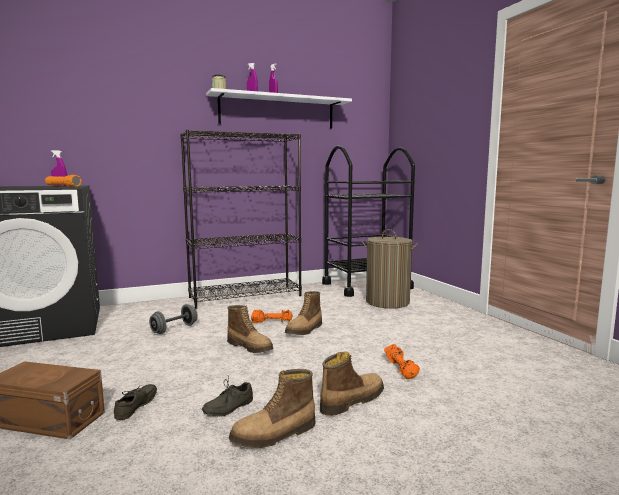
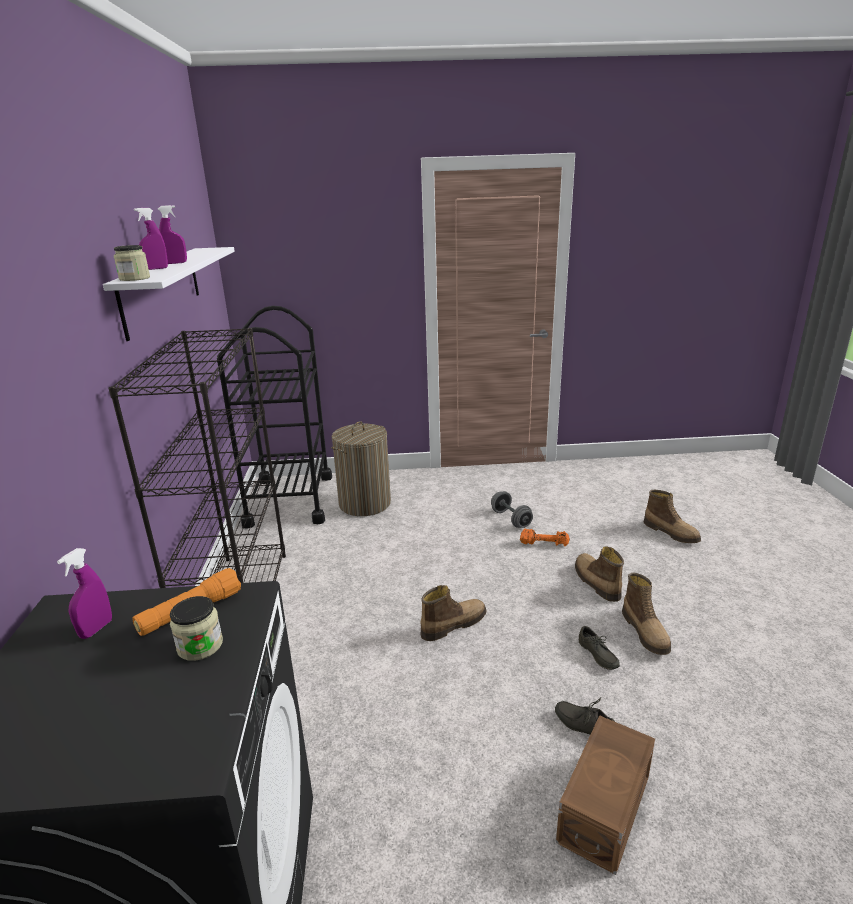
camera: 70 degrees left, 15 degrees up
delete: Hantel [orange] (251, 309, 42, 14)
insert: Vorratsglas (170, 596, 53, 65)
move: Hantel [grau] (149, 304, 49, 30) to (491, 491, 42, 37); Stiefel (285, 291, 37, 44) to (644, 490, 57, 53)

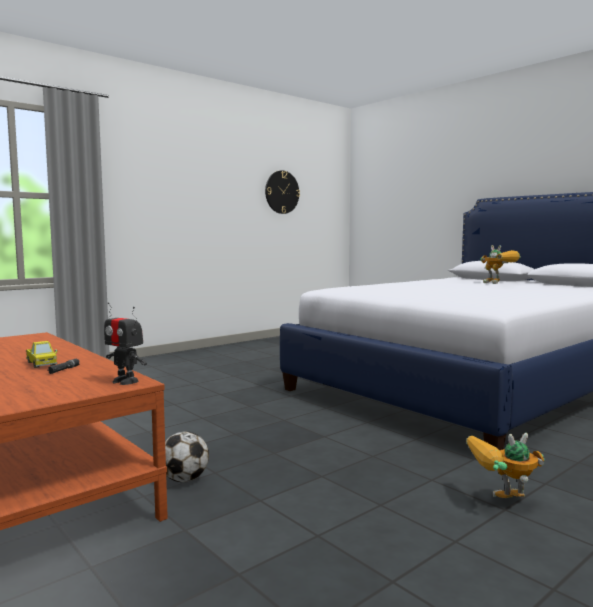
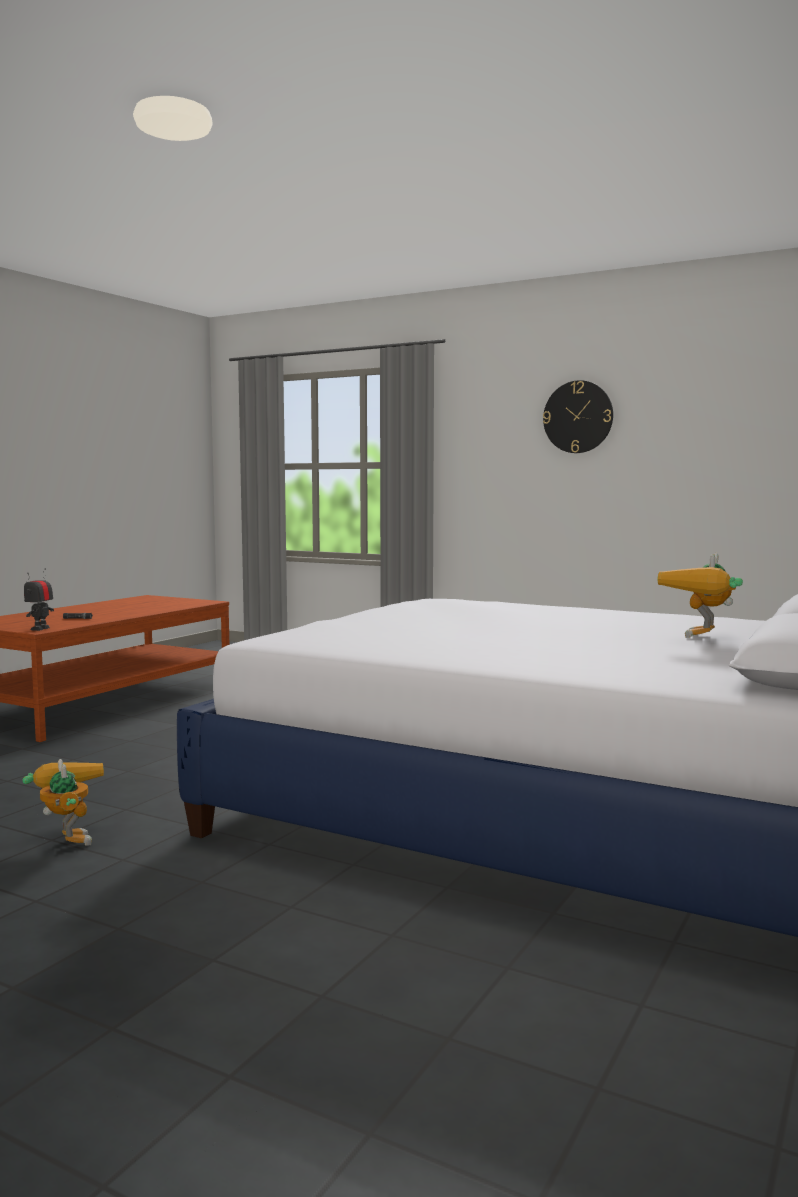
camera: 70 degrees right, 0 degrees up
delete: Spielzeuglaster (26, 341, 32, 27); Fußball (165, 431, 44, 51)
move: Wanduhr (265, 171, 35, 43) to (543, 380, 70, 73)

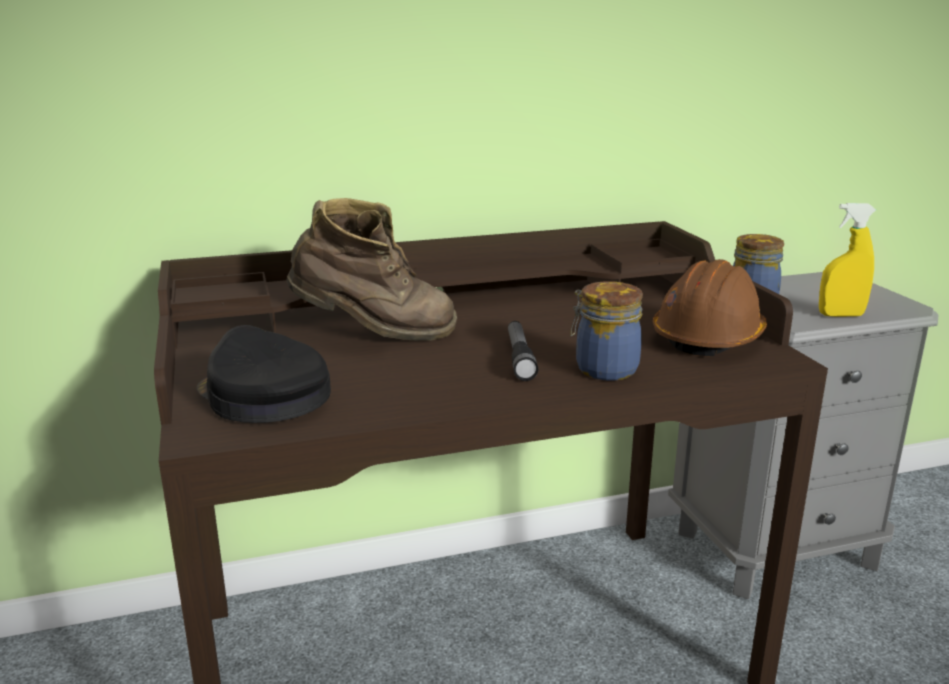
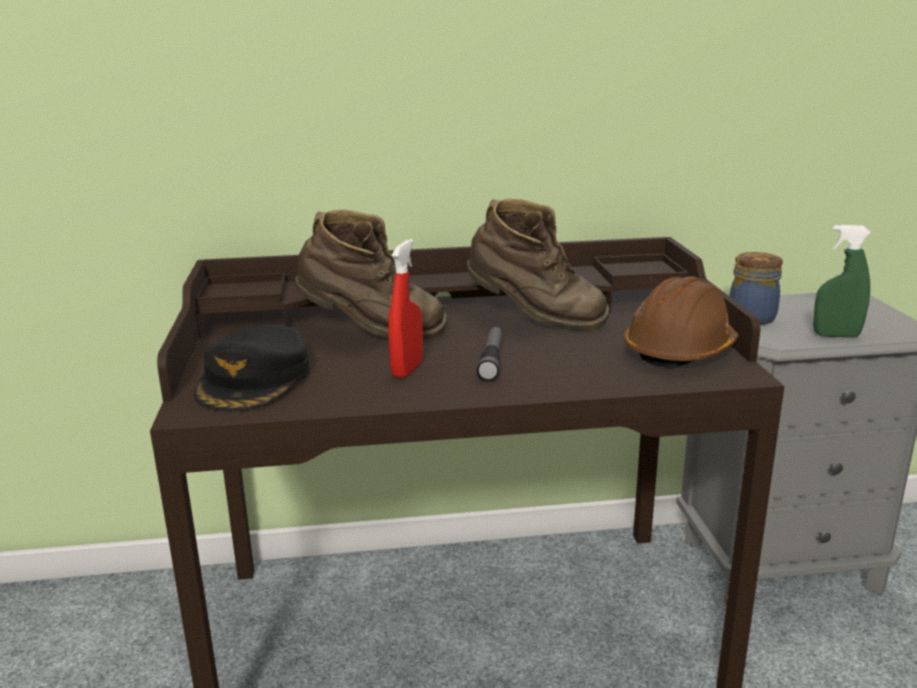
camera: 10 degrees right, 0 degrees up
delete: Vorratsglas (570, 281, 73, 99)
insert: Sprühflasche [rot] (388, 239, 35, 139); Stiefel [braun] (467, 199, 142, 132)
recolor: Sprühflasche [gelb] (819, 203, 57, 114) to Sprühflasche [grün] (813, 225, 58, 112)
rotate: Kappe [schwarz] (196, 325, 135, 98) = (194, 325, 116, 87) 135 degrees counterclockwise

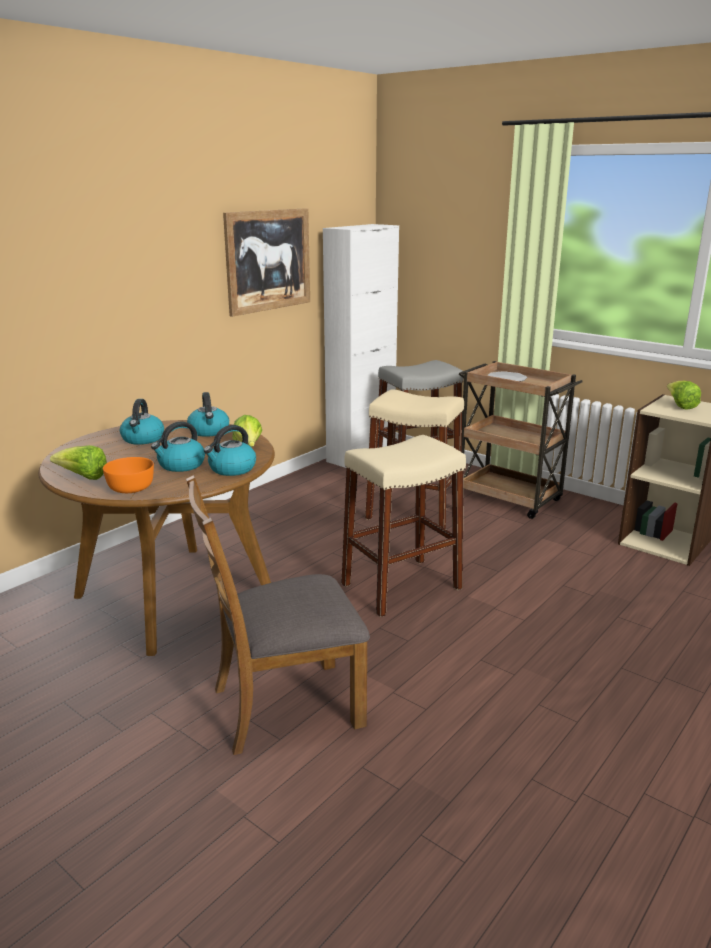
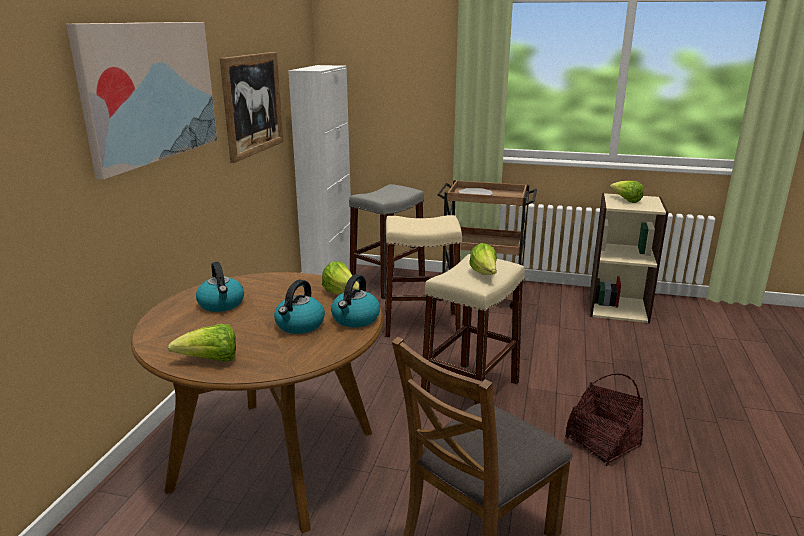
camera: 25 degrees left, 0 degrees up
delete: Schüssel [orange] (103, 457, 51, 36); Wasserkessel (187, 392, 42, 45)
insert: Bild (66, 22, 151, 158); Salatkopf (469, 243, 28, 32); Korb (565, 374, 79, 92)

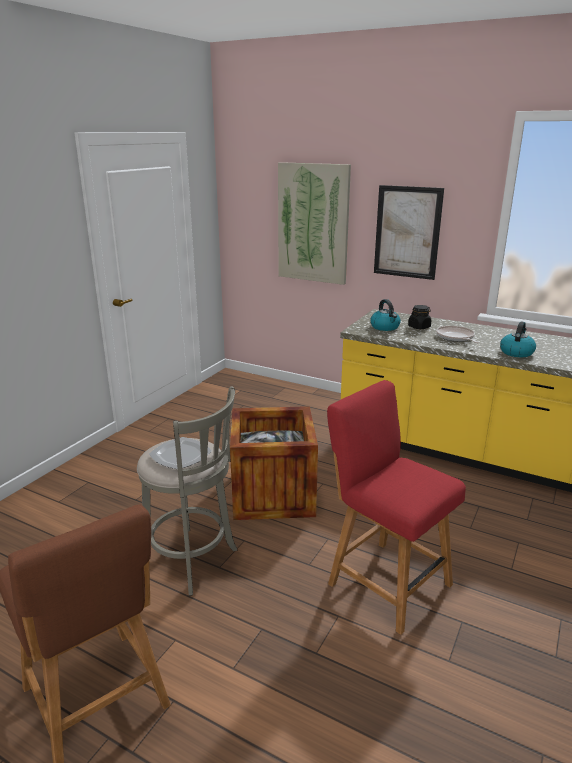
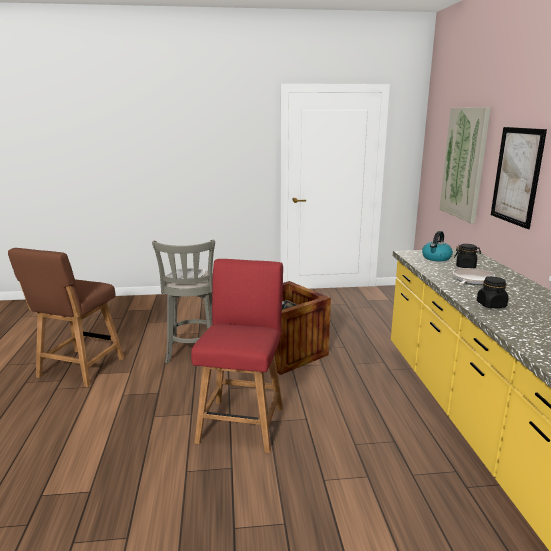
camera: 55 degrees right, 5 degrees down
replace: Wasserkessel (500, 321, 36, 36) to Vorratsglas [schwarz] (477, 276, 31, 32)

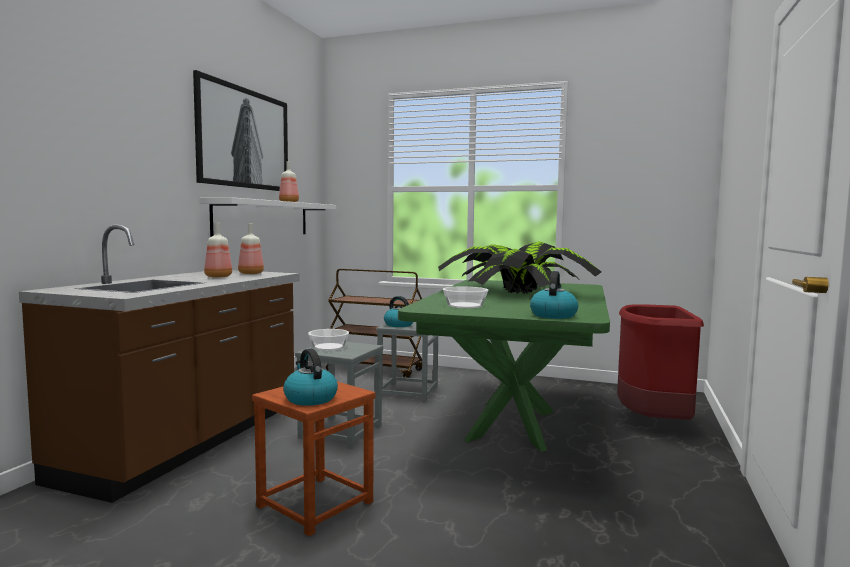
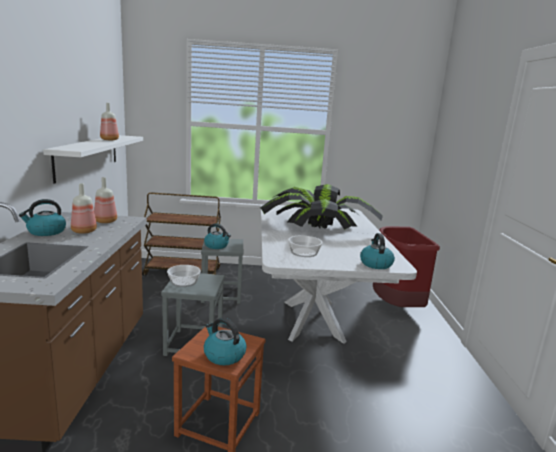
camera: 20 degrees left, 10 degrees up
delete: Bild (193, 70, 95, 121)
insert: Wasserkessel (19, 199, 47, 37)
recolor: Esstisch [grün] (398, 280, 212, 172) to Esstisch [weiß] (261, 205, 156, 139)

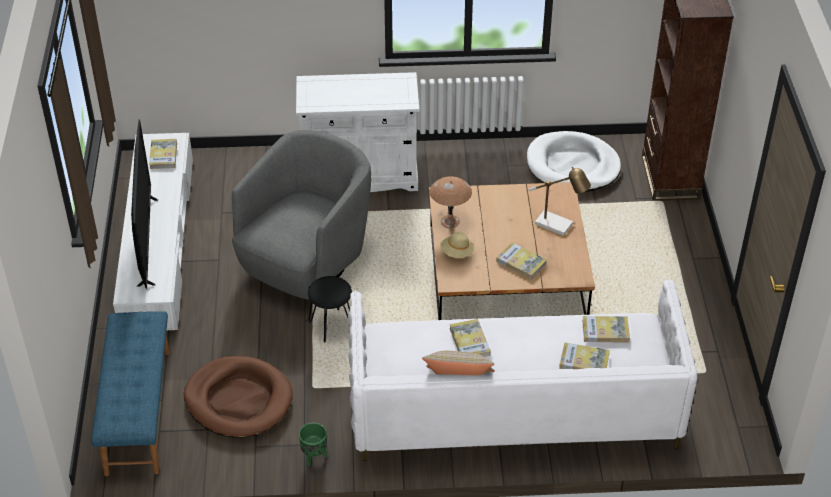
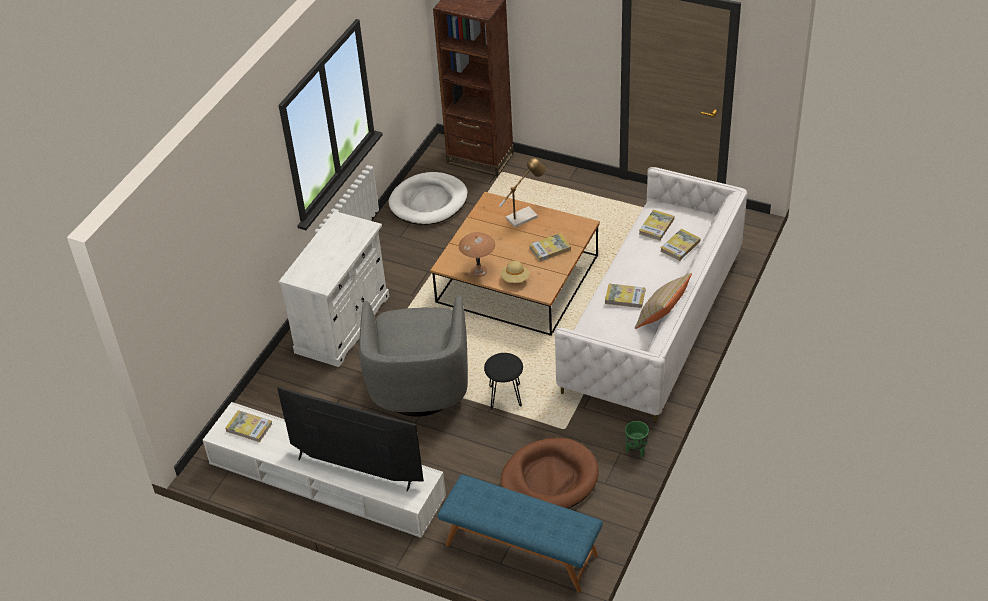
camera: 60 degrees left, 0 degrees up
rotate: Sessel [grau] (232, 130, 139, 170) = (359, 296, 109, 121) 150 degrees counterclockwise

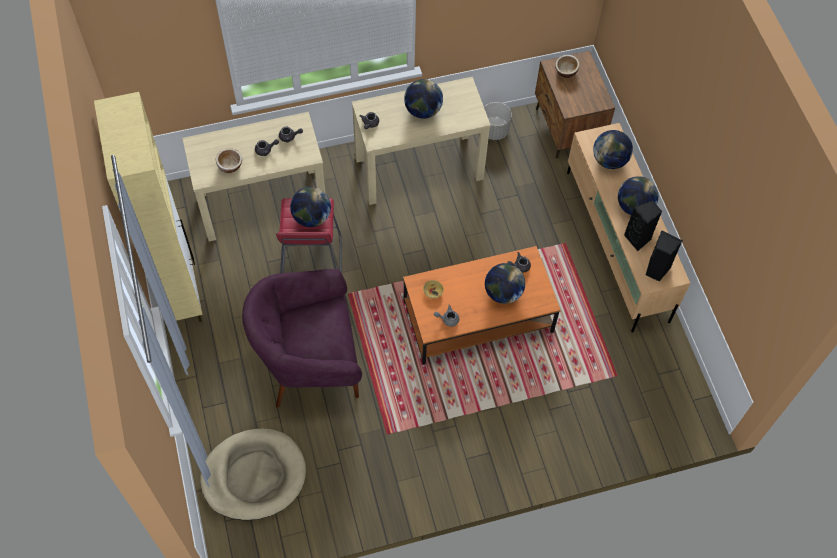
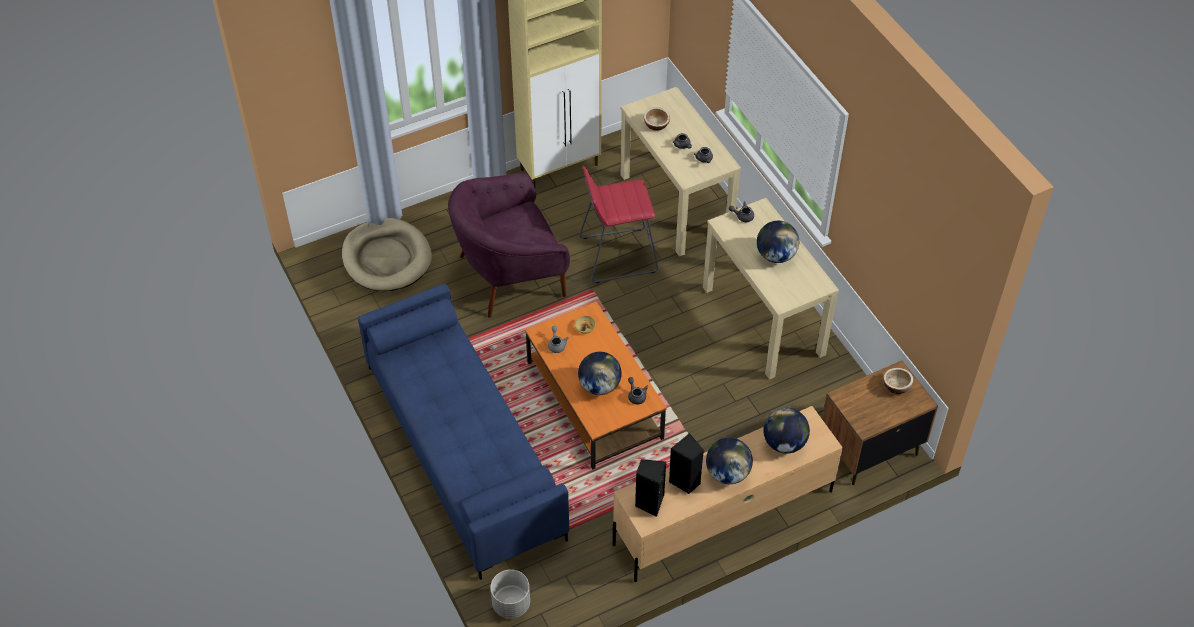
camera: 80 degrees right, 10 degrees down
delete: Globus (290, 187, 41, 40)
insert: Sofa [blau] (358, 284, 211, 296)
move: Pflanzkübel [grau] (484, 102, 28, 38) to (491, 570, 39, 49)
rotate: Sessel [lila] (242, 269, 120, 139) = (448, 173, 122, 145) 90 degrees counterclockwise

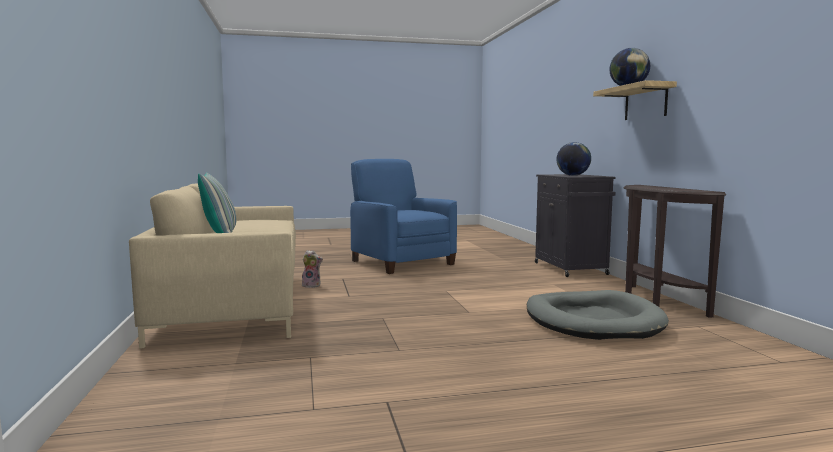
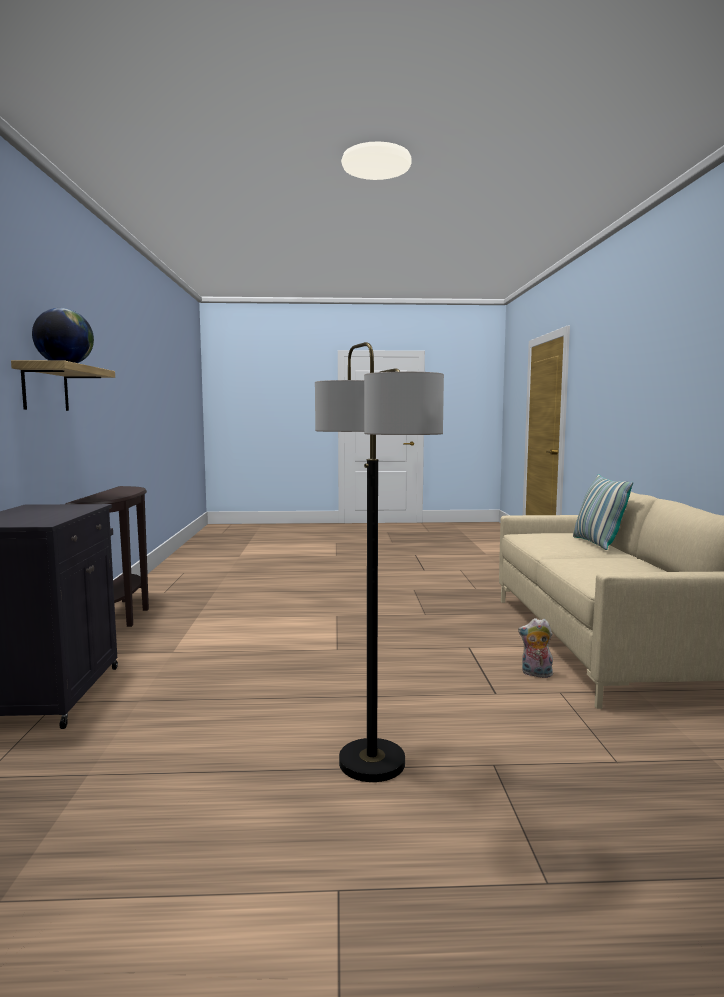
camera: 170 degrees left, 0 degrees up
delete: Hundebett [grau] (527, 290, 142, 50); Globus (557, 142, 34, 34)
replace: Sessel [blau] (350, 159, 107, 115) to Stehlampe (315, 342, 129, 440)

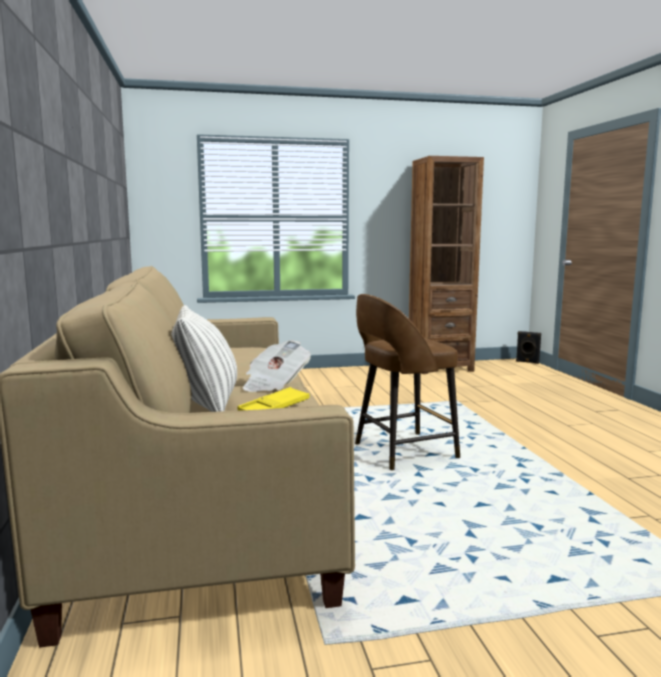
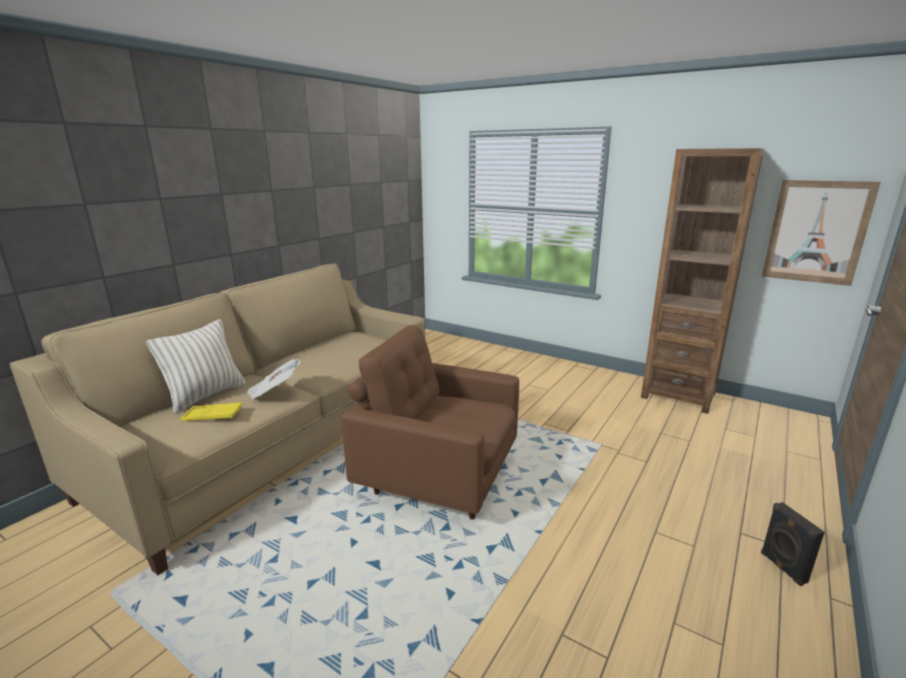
camera: 45 degrees right, 10 degrees up
insert: Bild (762, 180, 119, 106)
move: Lautsprecher [schwarz] (516, 331, 25, 33) to (761, 502, 64, 84)
replace: Hocker [braun] (355, 294, 105, 176) to Sessel [braun] (341, 325, 178, 195)

